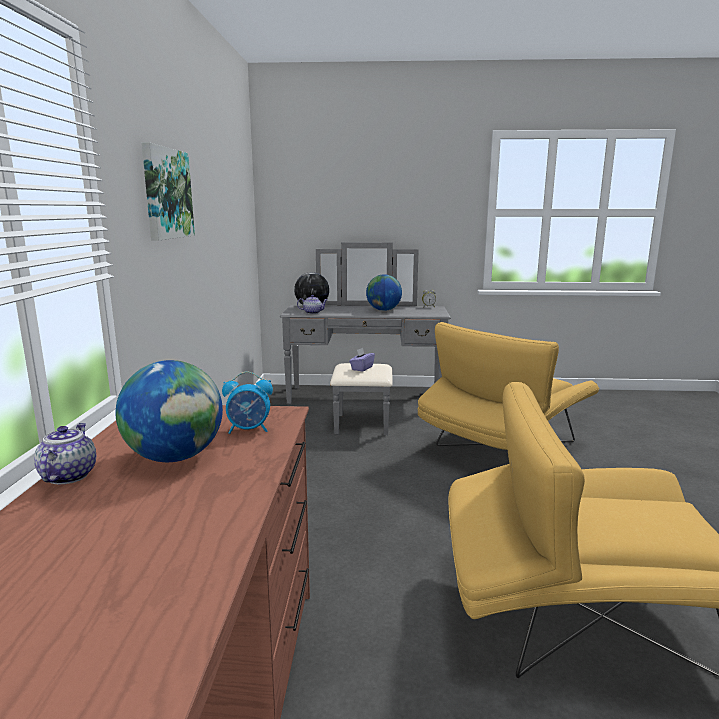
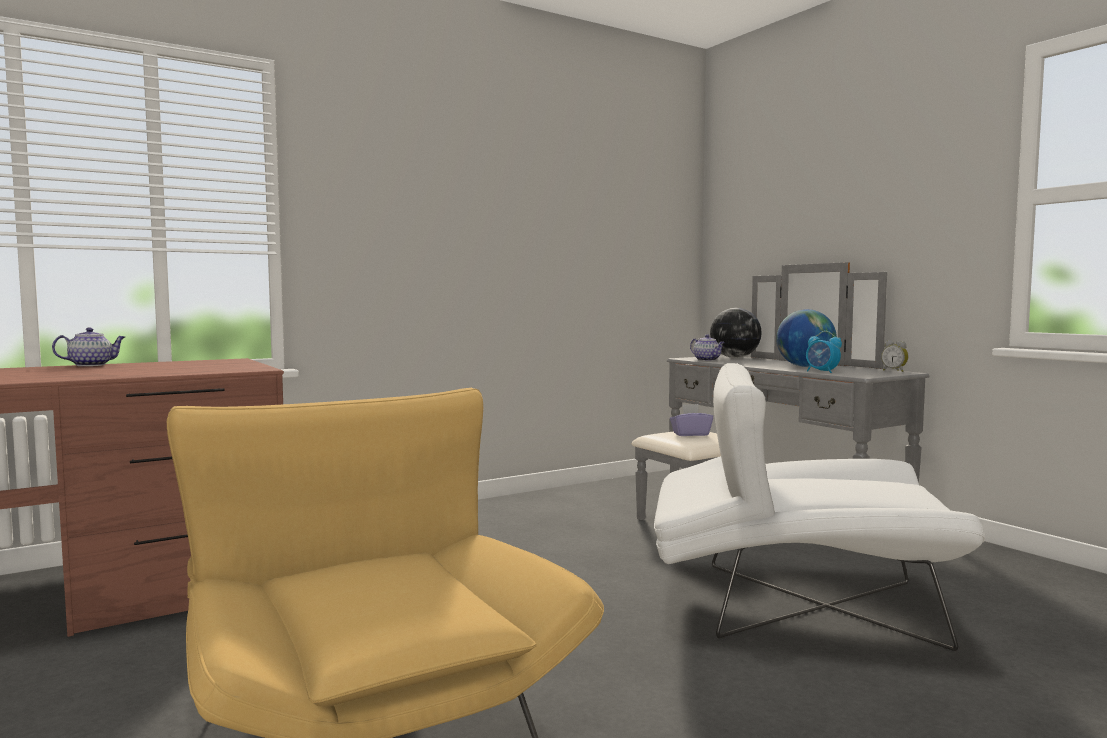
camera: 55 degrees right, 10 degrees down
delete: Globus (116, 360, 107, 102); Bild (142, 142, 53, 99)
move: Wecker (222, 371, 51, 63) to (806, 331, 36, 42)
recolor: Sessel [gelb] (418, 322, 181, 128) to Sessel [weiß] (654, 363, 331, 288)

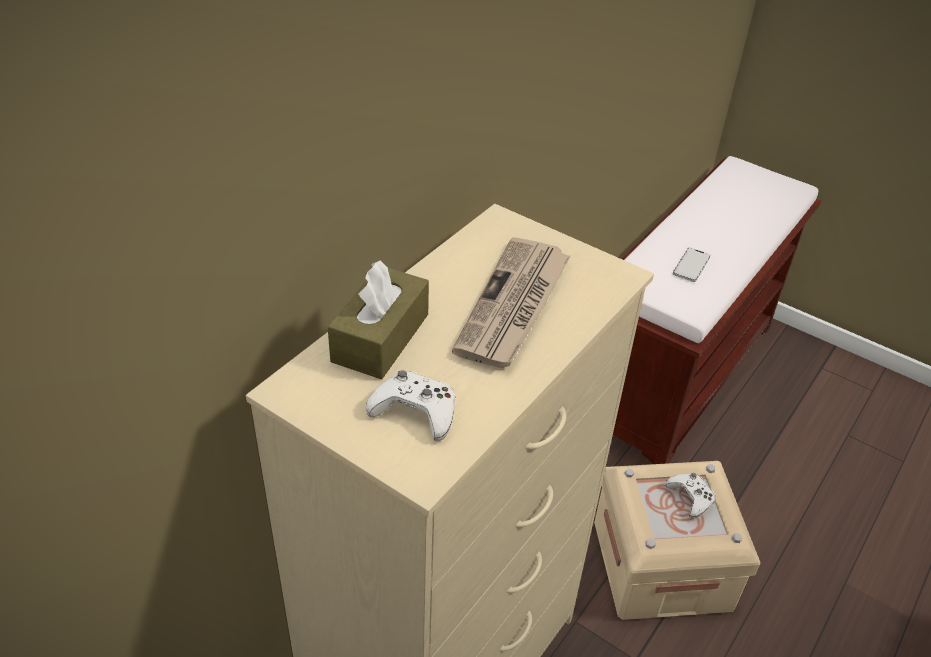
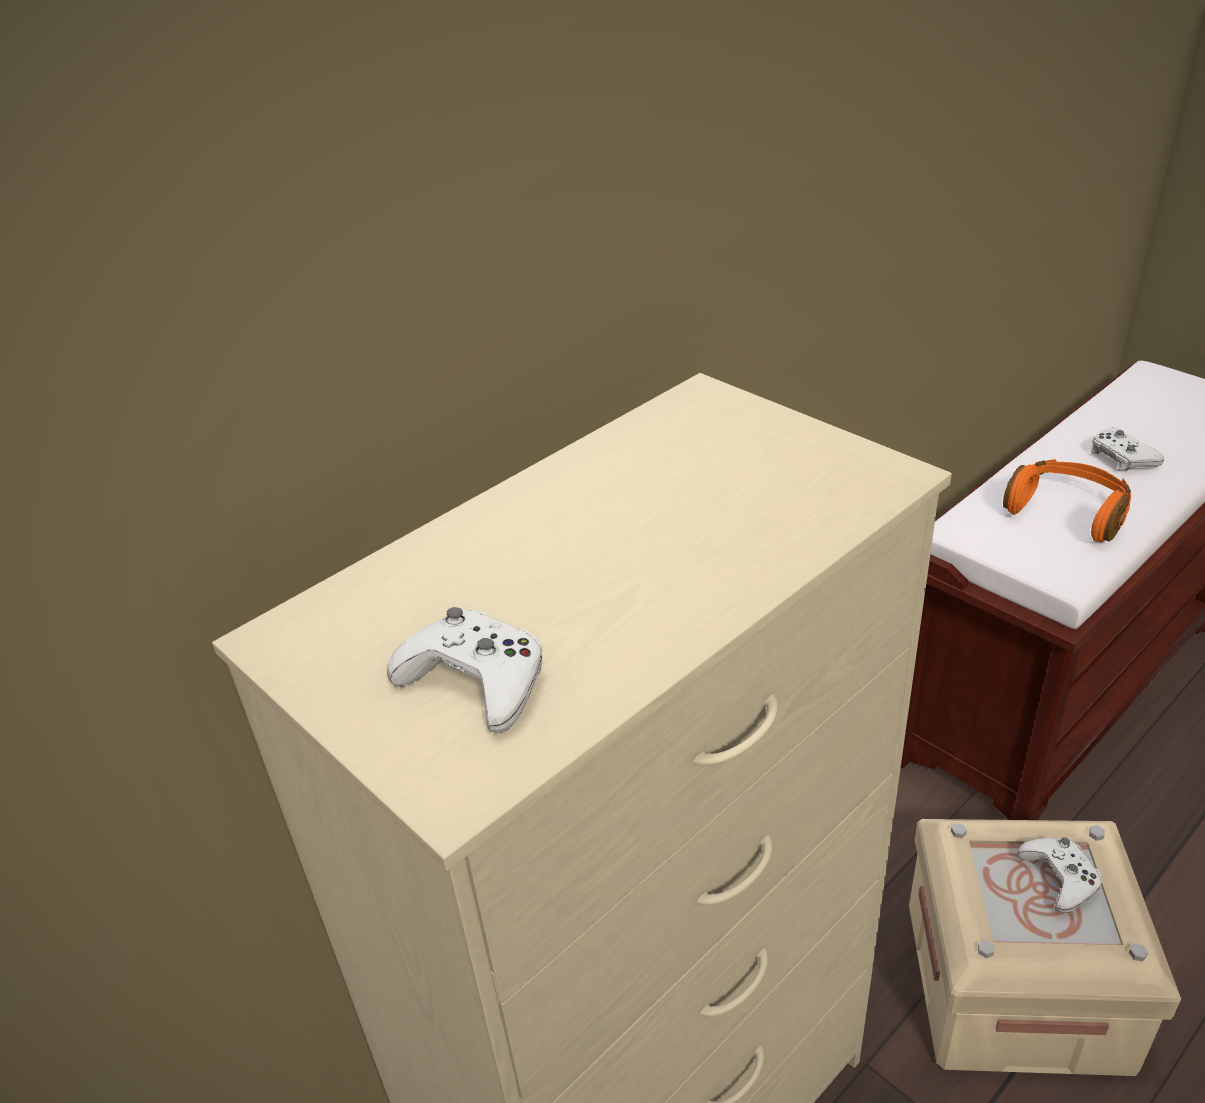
camera: 15 degrees right, 5 degrees down
delete: Taschentuchbox [braun] (328, 261, 101, 118); Zeitung (452, 237, 118, 131)
insert: Gamepad [weiß] (1091, 428, 73, 43)
replace: Handy (673, 248, 38, 34) to Kopfhörer [orange] (1003, 459, 128, 83)

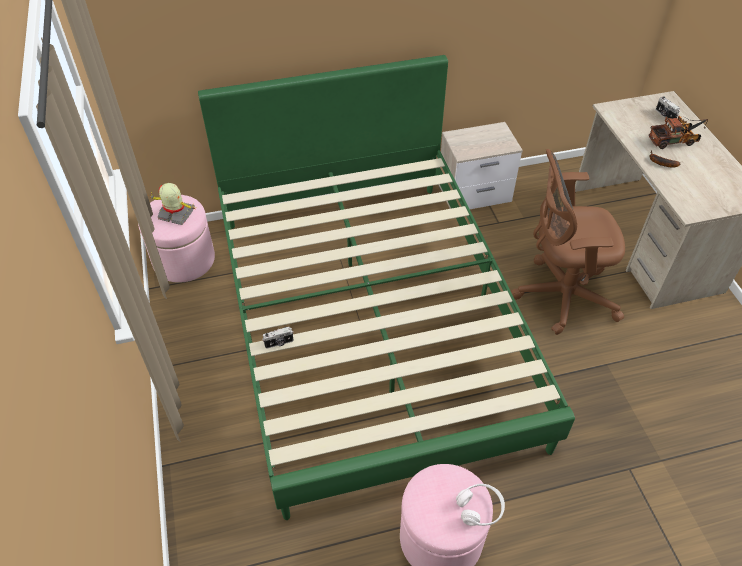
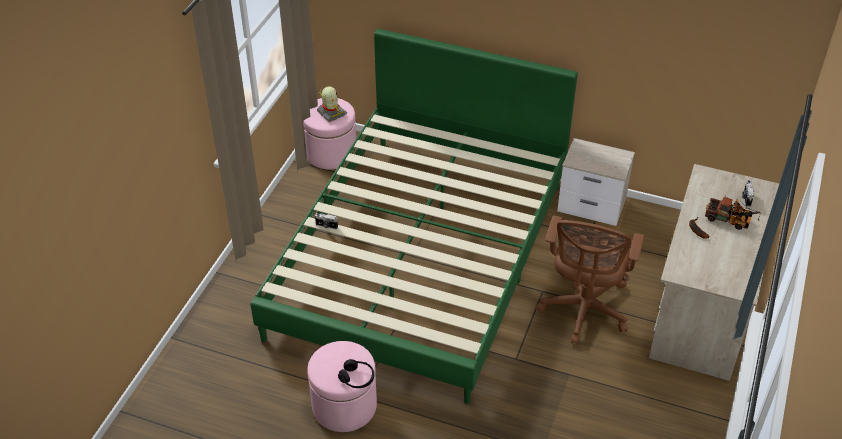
camera: 35 degrees right, 5 degrees down
recolor: Kopfhörer [weiß] (456, 484, 49, 42) to Kopfhörer [schwarz] (338, 359, 36, 29)
rotate: Bürostuhl [braun] (511, 149, 114, 186) = (535, 216, 109, 129) 105 degrees counterclockwise

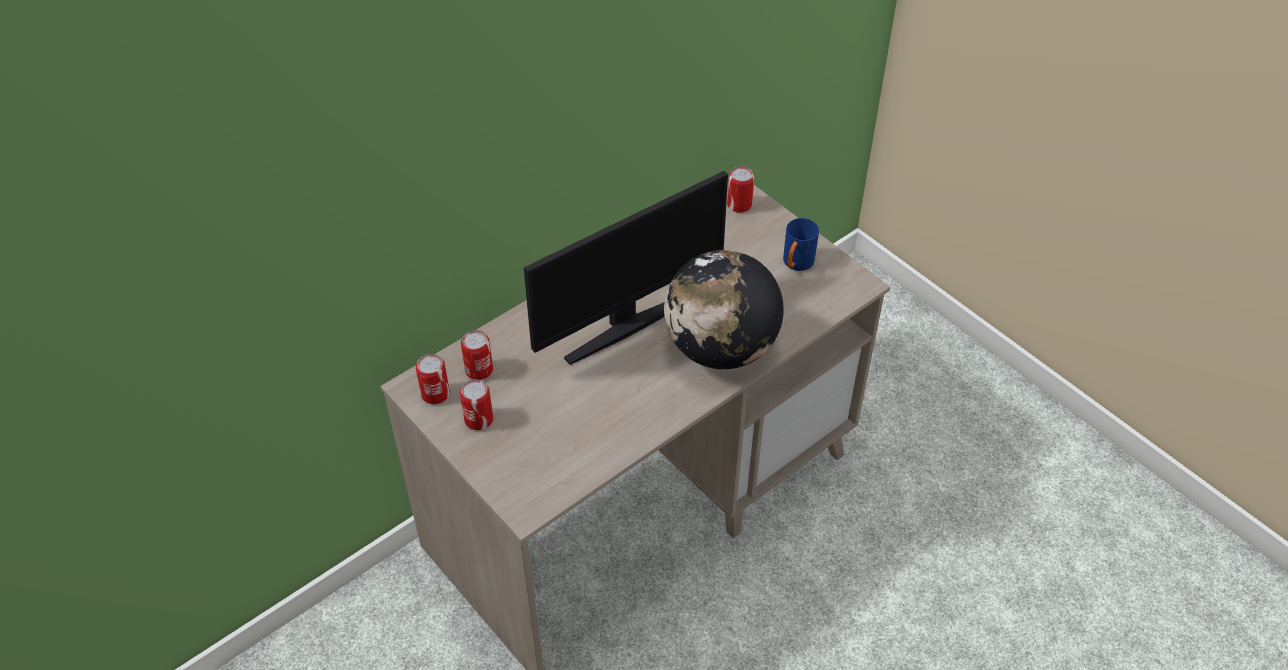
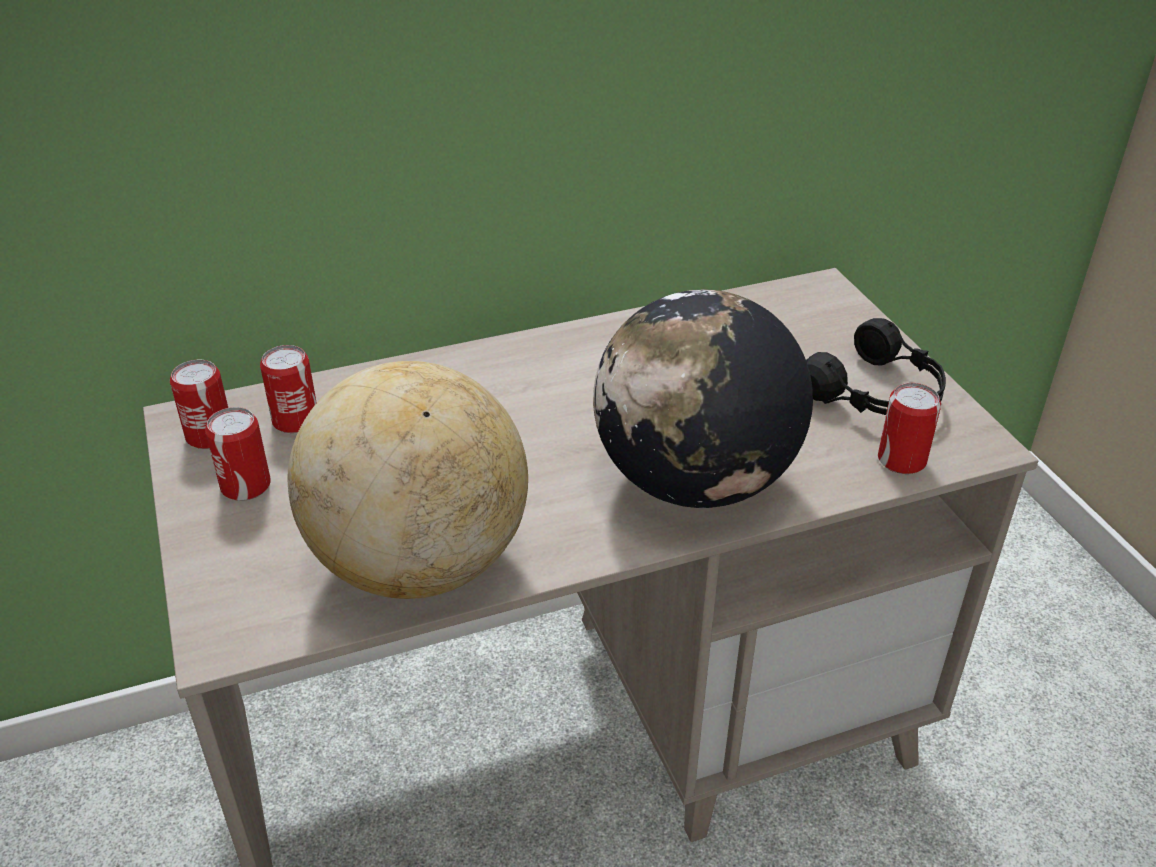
camera: 20 degrees right, 10 degrees down
delete: Monitor (524, 171, 204, 194)
insert: Globus (288, 361, 240, 238)
move: Dose (727, 166, 27, 47) to (878, 383, 63, 91)
replace: Henkelbecher [blau] (783, 218, 36, 53) to Kopfhörer [schwarz] (806, 318, 140, 97)

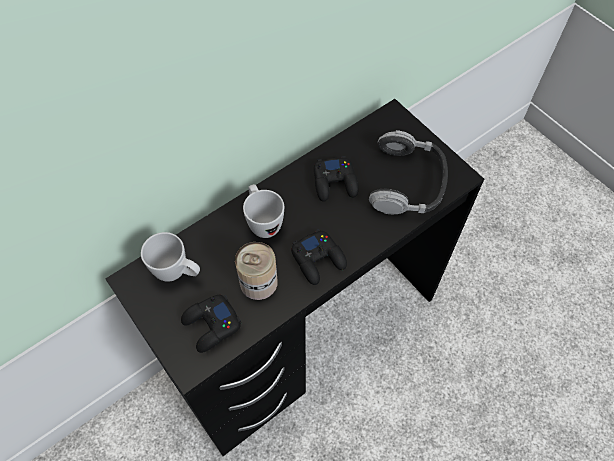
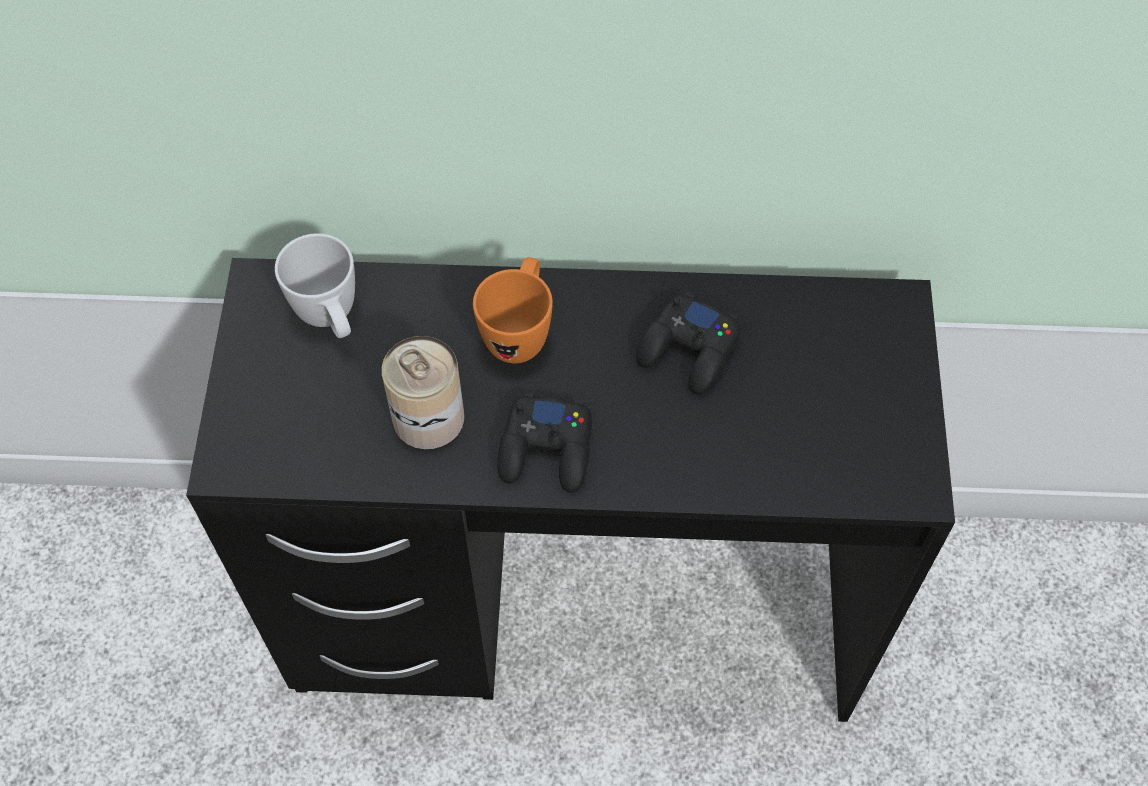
camera: 40 degrees right, 0 degrees up
delete: Gamepad [schwarz] (181, 294, 60, 59); Kopfhörer (369, 130, 79, 84)
recolor: Henkelbecher [weiß] (243, 184, 41, 54) to Henkelbecher [orange] (473, 257, 80, 106)

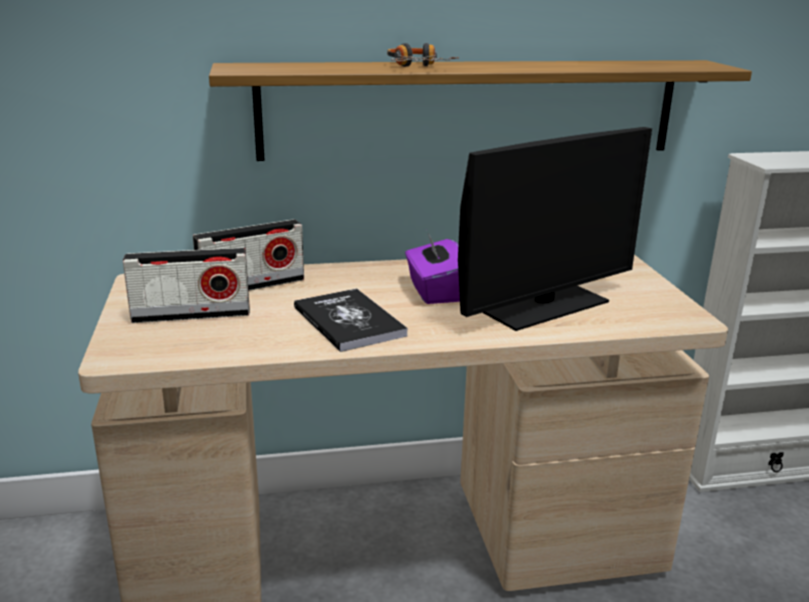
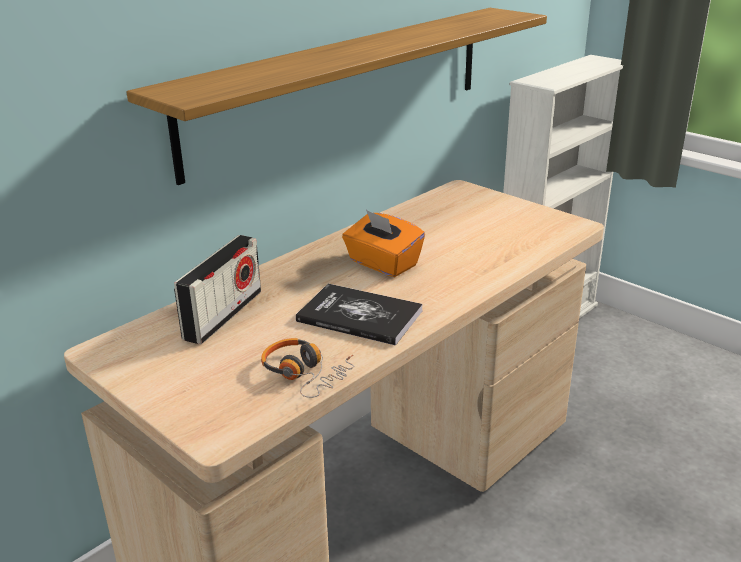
camera: 35 degrees left, 5 degrees up
delete: Radio (123, 247, 127, 76); Monitor (458, 127, 194, 204)
move: Kopfhörer (387, 43, 72, 24) to (261, 338, 93, 60)
recolor: Taschentuchbox [lila] (405, 229, 55, 75) to Taschentuchbox [orange] (342, 210, 83, 67)

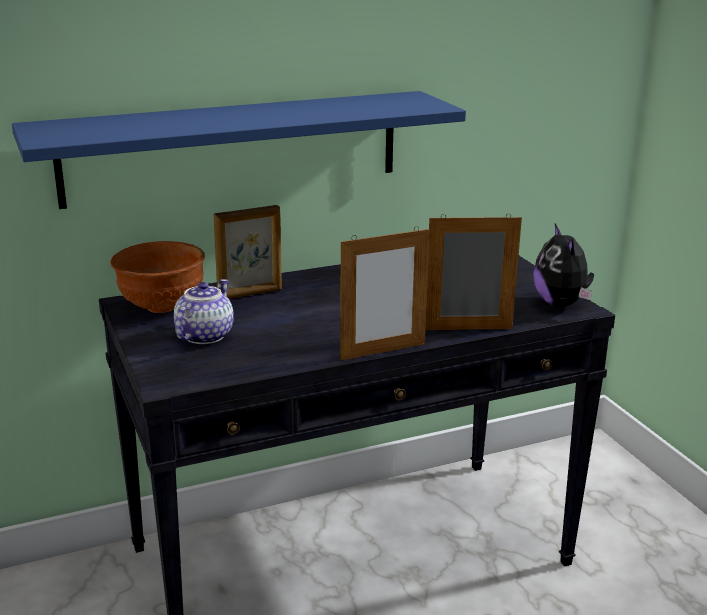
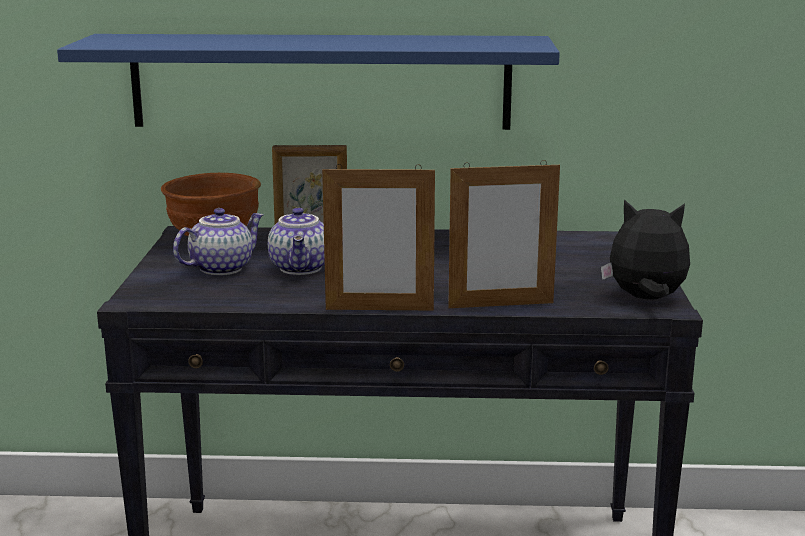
camera: 25 degrees right, 5 degrees down
insert: Teekanne (268, 207, 57, 68)
rotate: Bilderrahmen (426, 214, 96, 116) = (448, 160, 112, 148) 150 degrees clockwise; Plüschtier (533, 224, 61, 83) = (601, 199, 89, 101) 90 degrees clockwise

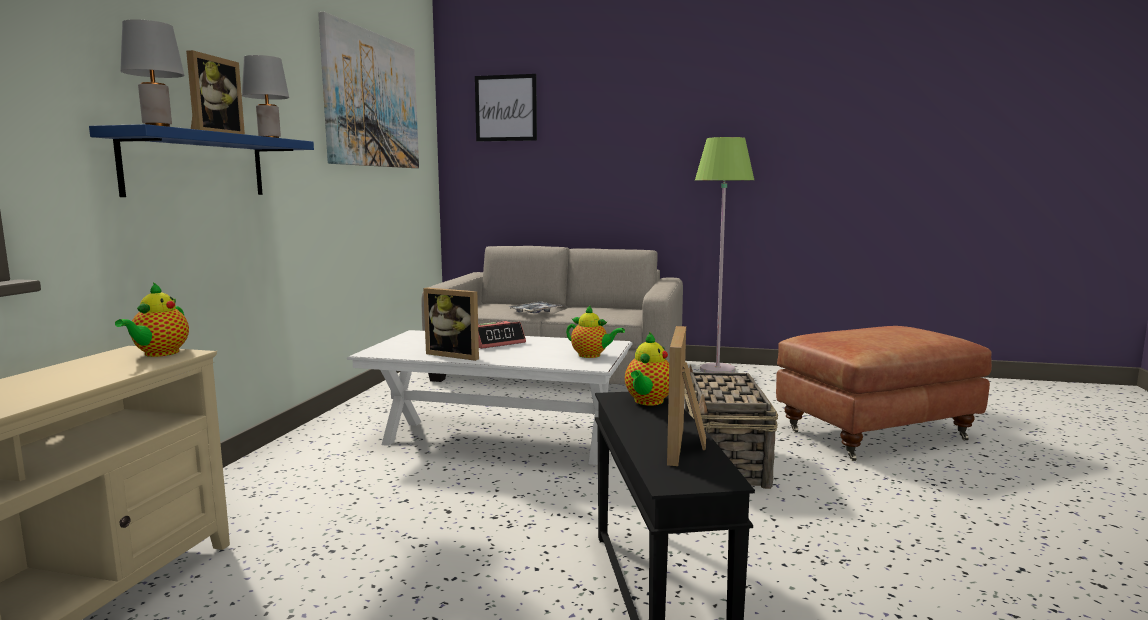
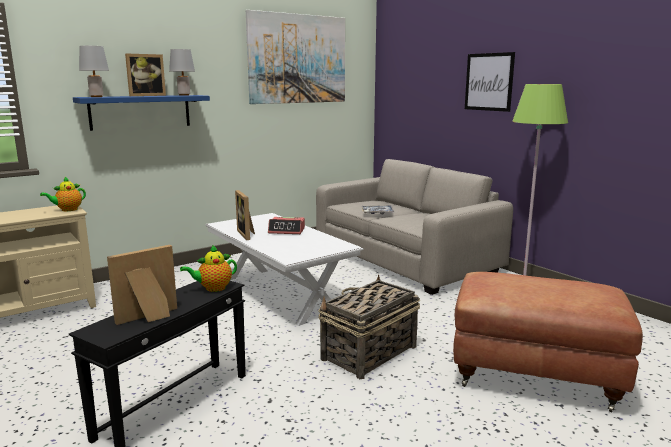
camera: 40 degrees right, 5 degrees up
delete: Teekanne (566, 305, 59, 53)
move: Bild (475, 74, 62, 67) to (465, 52, 50, 60)

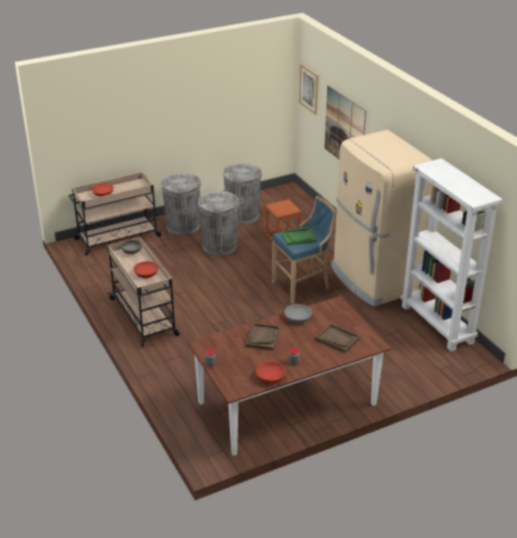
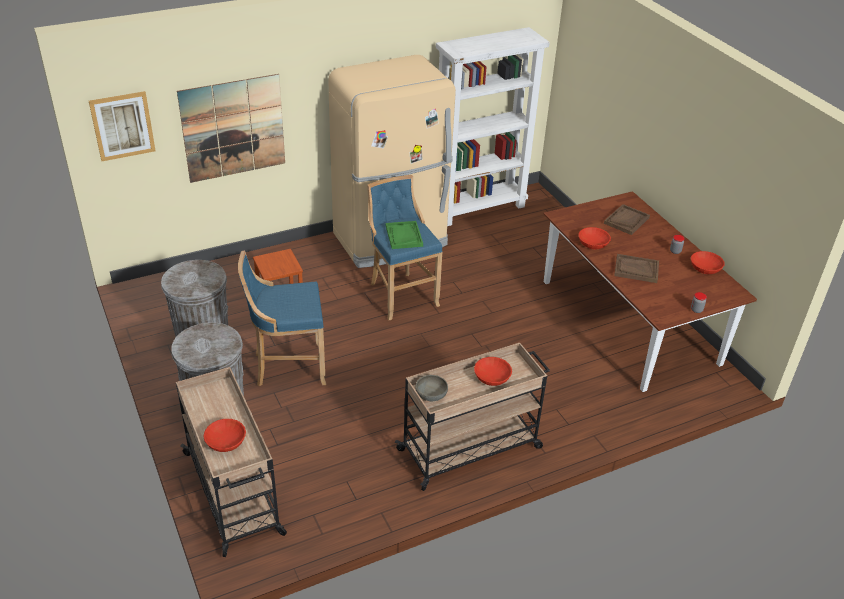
camera: 90 degrees left, 5 degrees up
replace: Mülleimer [grau] (198, 191, 41, 65) to Hocker [blau] (238, 251, 88, 135)
recolor: Schüssel [grau] (284, 304, 28, 19) to Schüssel [rot] (579, 227, 32, 22)

